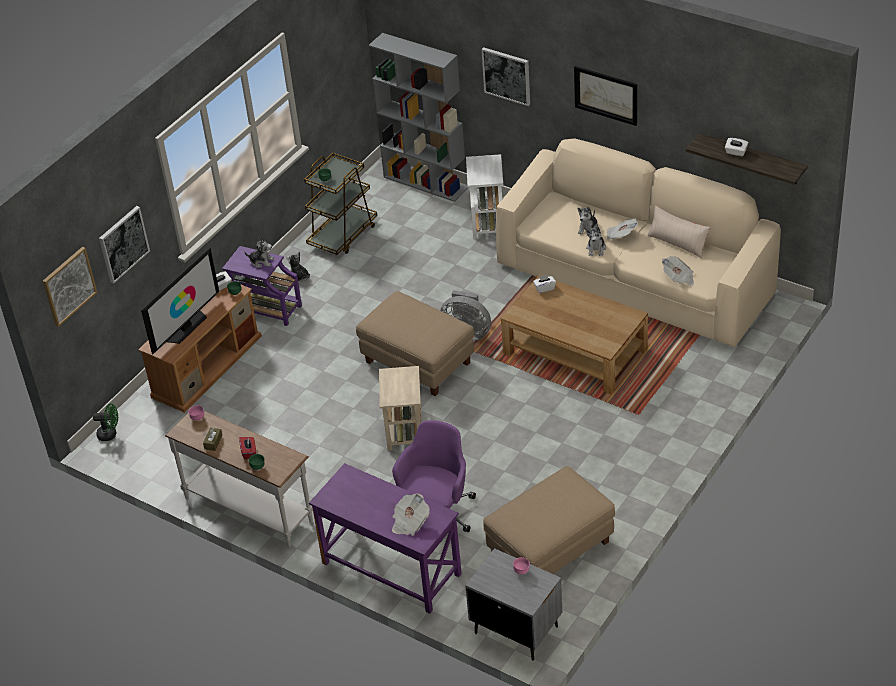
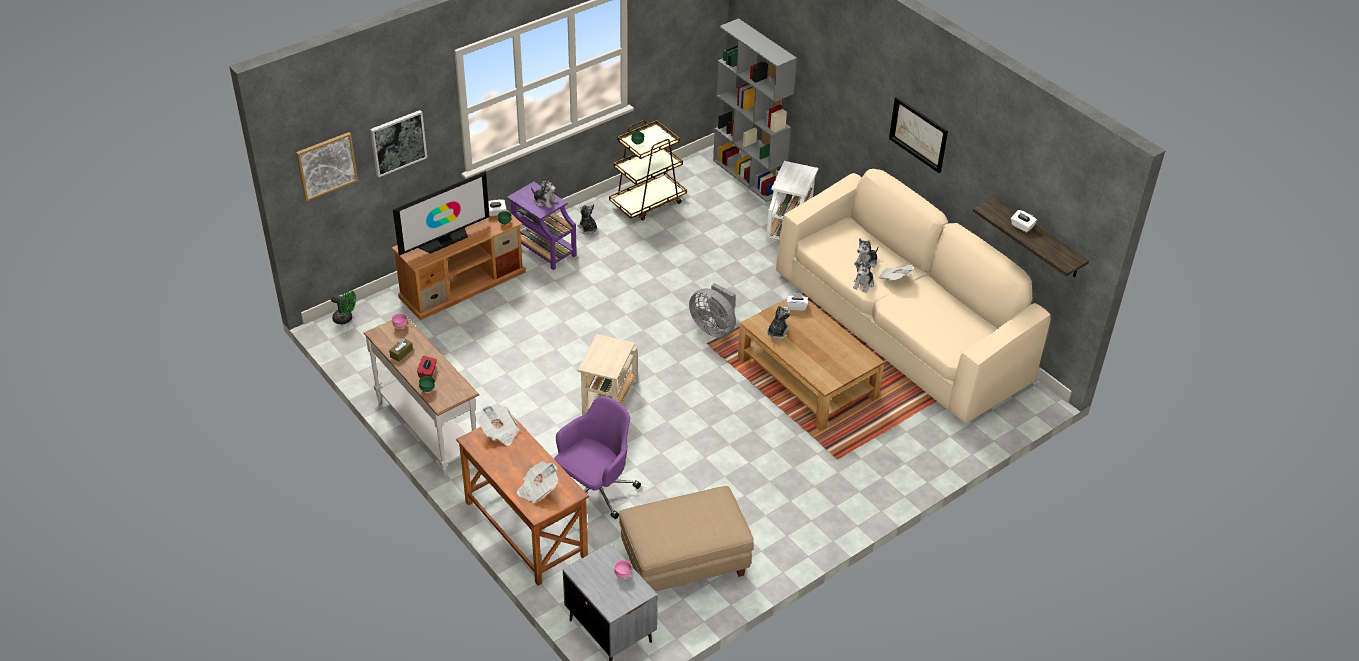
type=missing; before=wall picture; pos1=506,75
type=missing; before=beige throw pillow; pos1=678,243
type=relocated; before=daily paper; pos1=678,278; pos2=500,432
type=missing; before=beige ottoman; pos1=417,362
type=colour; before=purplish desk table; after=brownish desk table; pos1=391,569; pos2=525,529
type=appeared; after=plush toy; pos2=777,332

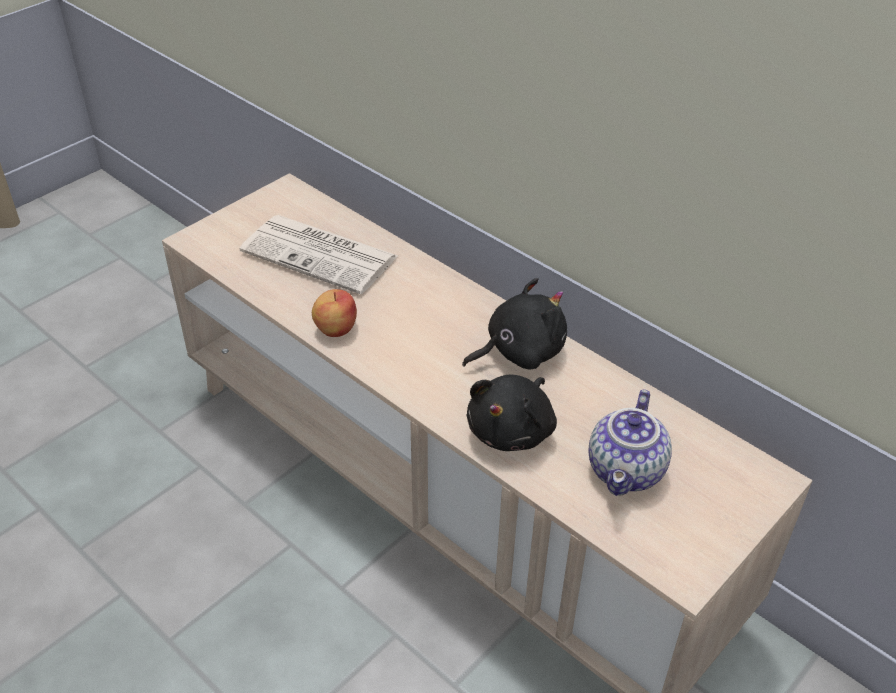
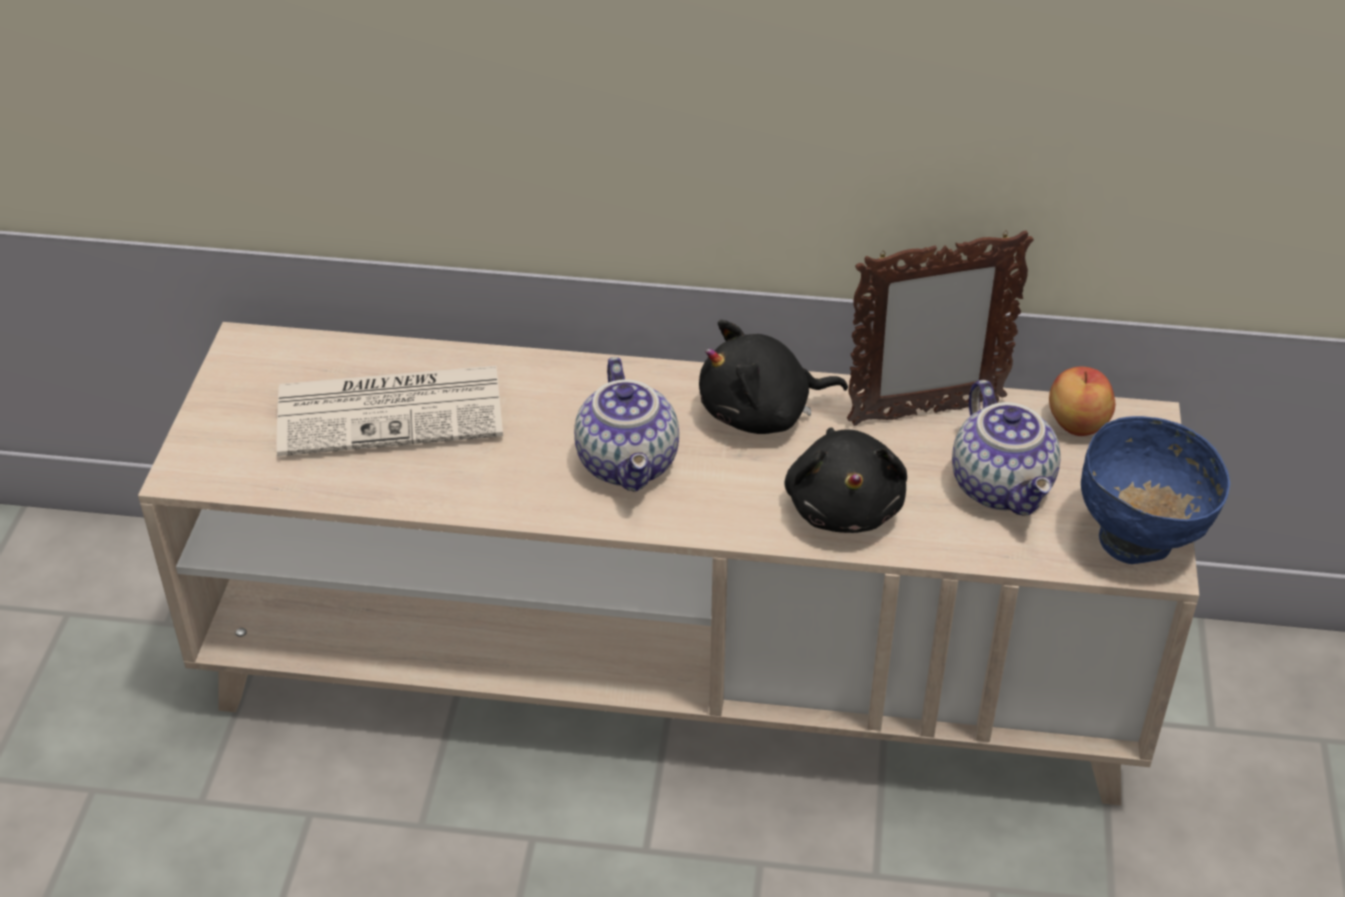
type=spun; before=blackish plush toy; pos1=519,351; pos2=762,413; turn=-135
type=relocated; before=apple; pos1=335,328; pos2=1075,424
type=appeared; after=photo frame; pos2=924,412
type=appeared; after=pot for tea; pos2=630,464
type=appeared; after=bluish bowl; pos2=1138,540

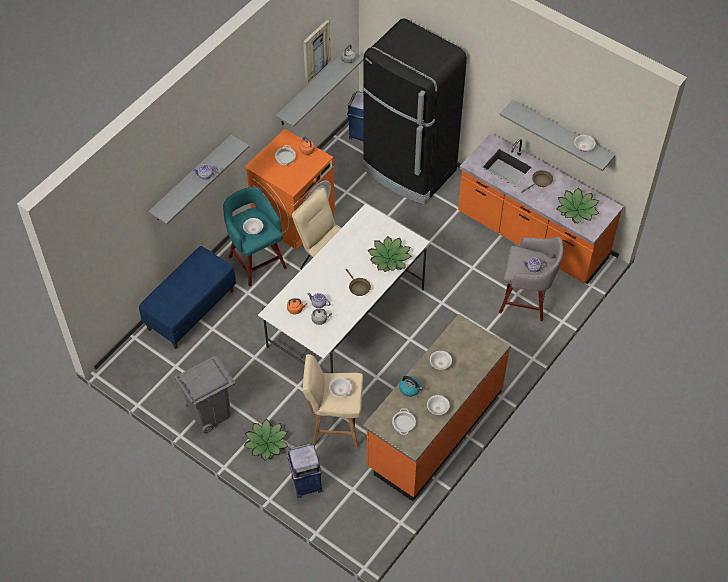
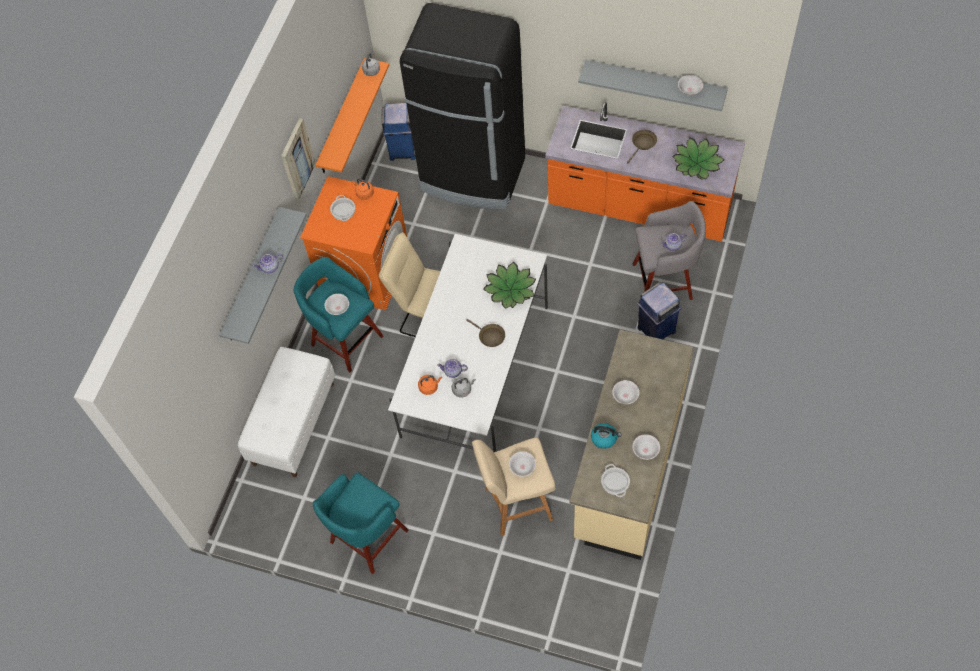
type=relocated; before=wall picture; pos1=316,50; pos2=297,159
type=colour; before=greyish bracket shelf; after=orange-coloured bracket shelf; pos1=312,88; pos2=342,118
type=colour; before=bluish bench; after=white bench; pos1=191,309; pos2=293,423
type=colour; before=orange-coloured kitchen base unit; after=beige kitchen base unit; pos1=434,429; pos2=628,466
type=exchanged; before=greyish waste bin; after=turquoise stool seat; pos1=210,412; pos2=367,538
type=missing; before=potted plant; pos1=266,443
type=relocated; before=bluish waste bin; pos1=306,483; pos2=655,330

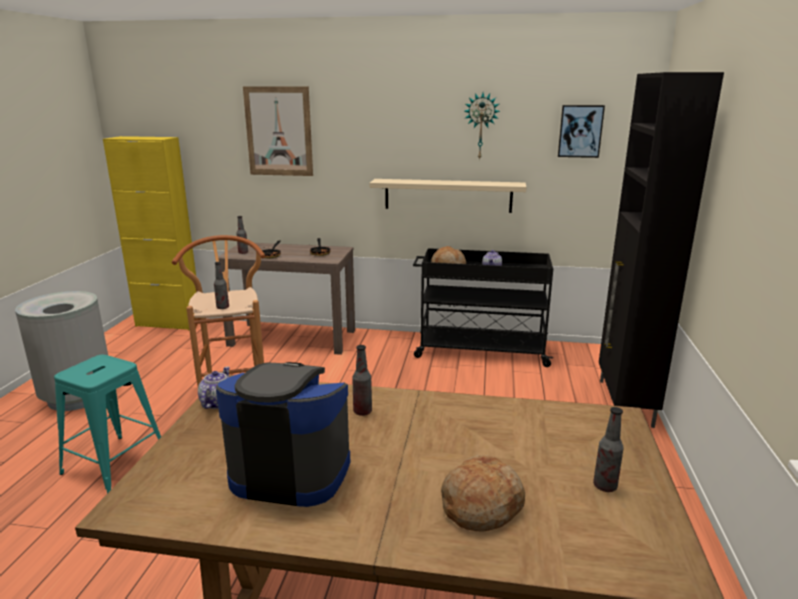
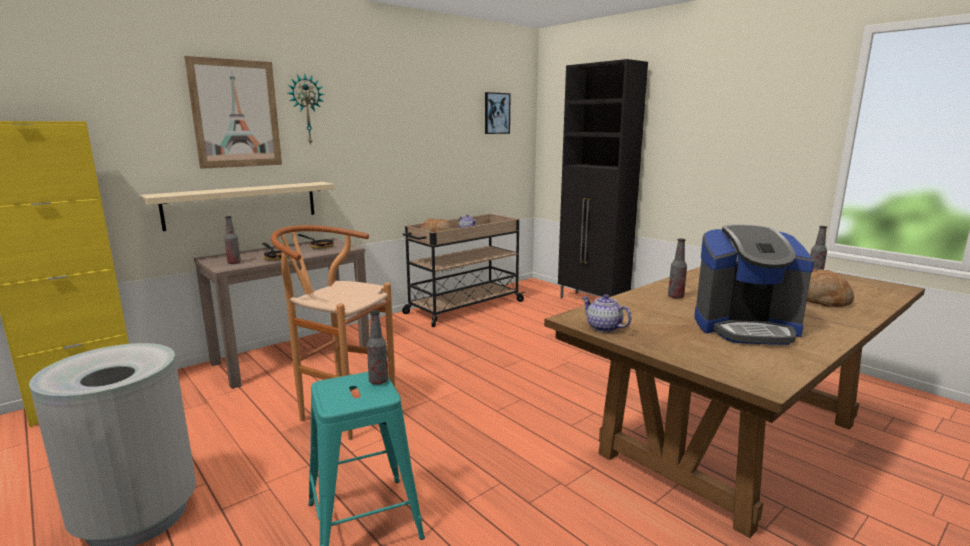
type=relocated; before=hanging clock; pos1=481,126; pos2=306,109
type=relocated; before=beige bracket shelf; pos1=448,195; pos2=242,204
type=colour; before=blackish cart; after=beige cart; pos1=479,350; pos2=463,307
type=relocated; before=drink bottle; pos1=222,307; pos2=378,381
type=spun; before=coffee machine; pos1=290,471; pos2=745,328; turn=-135

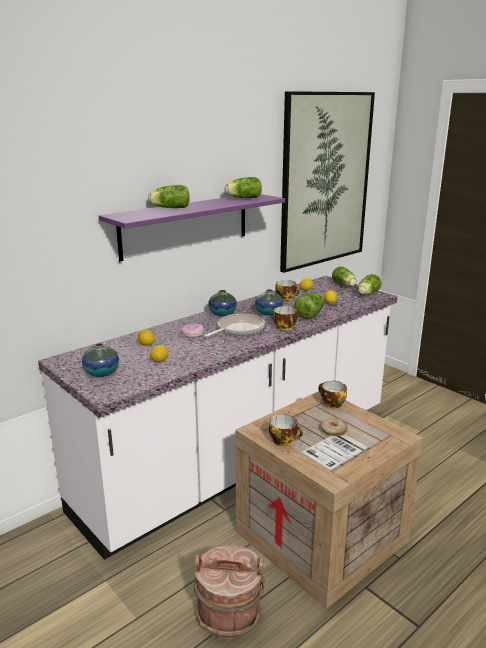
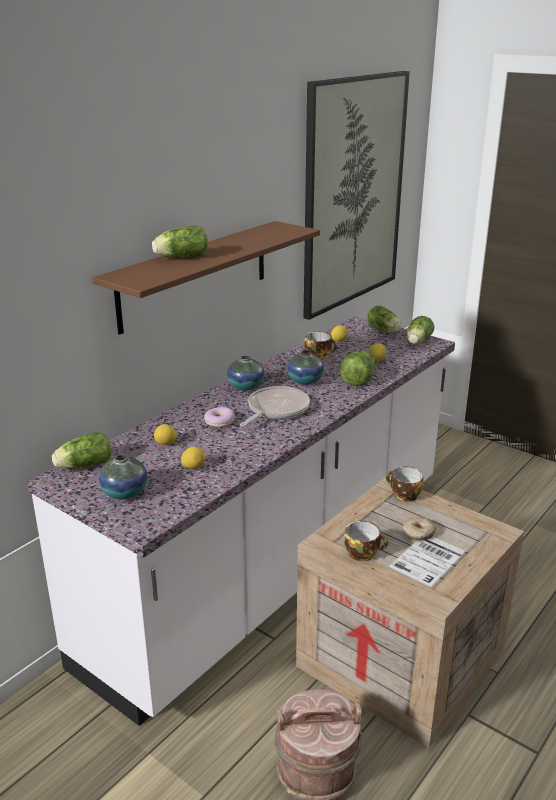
type=relocated; before=lettuce head; pos1=242,198; pos2=82,466
type=colour; before=purplish bracket shelf; after=brownish bracket shelf; pos1=185,225; pos2=195,275
type=missing; before=cup; pos1=286,328

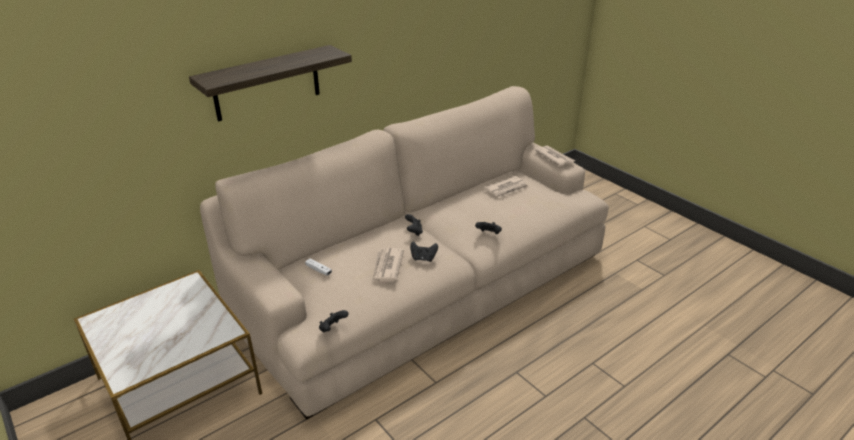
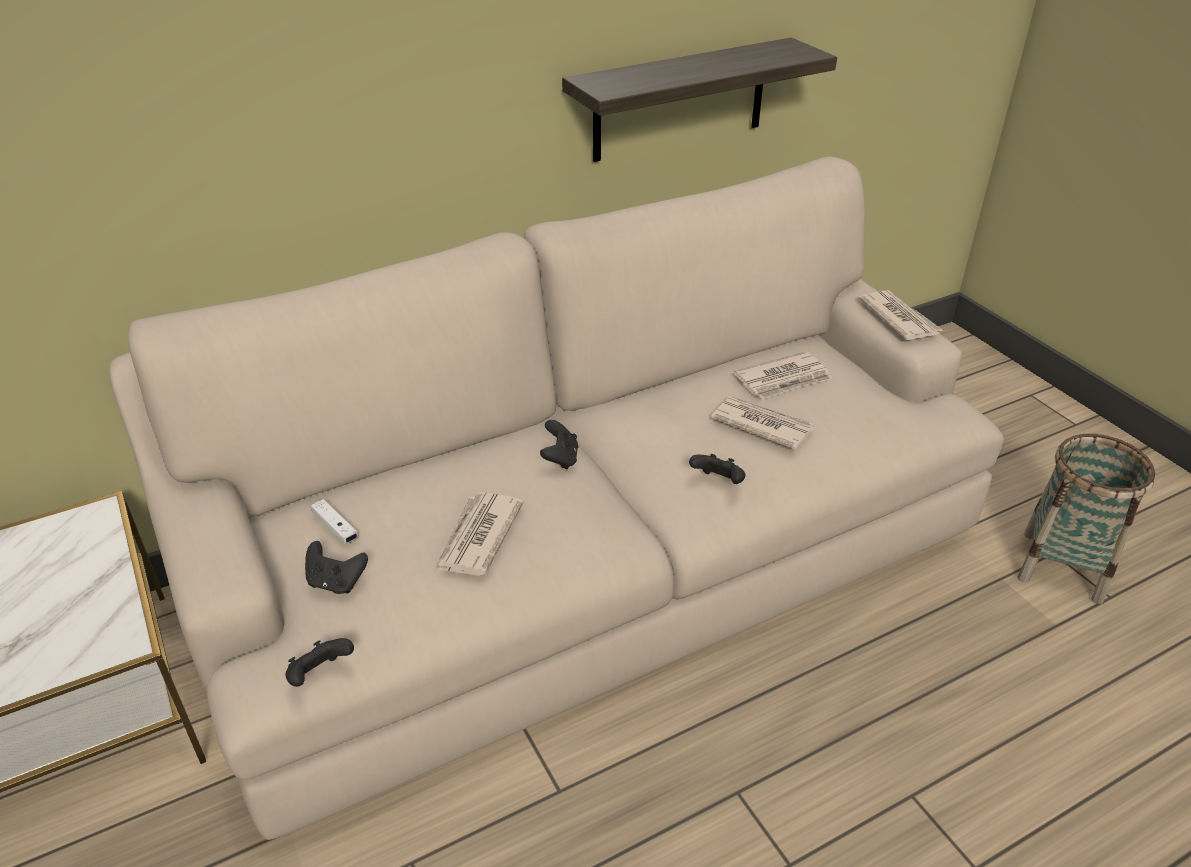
type=relocated; before=bracket shelf; pos1=267,83; pos2=680,100
type=relocated; before=blackish joypad; pos1=423,258; pos2=336,582
type=appeared; after=daily paper; pos2=761,424
type=appeared; after=basket; pos2=1061,566

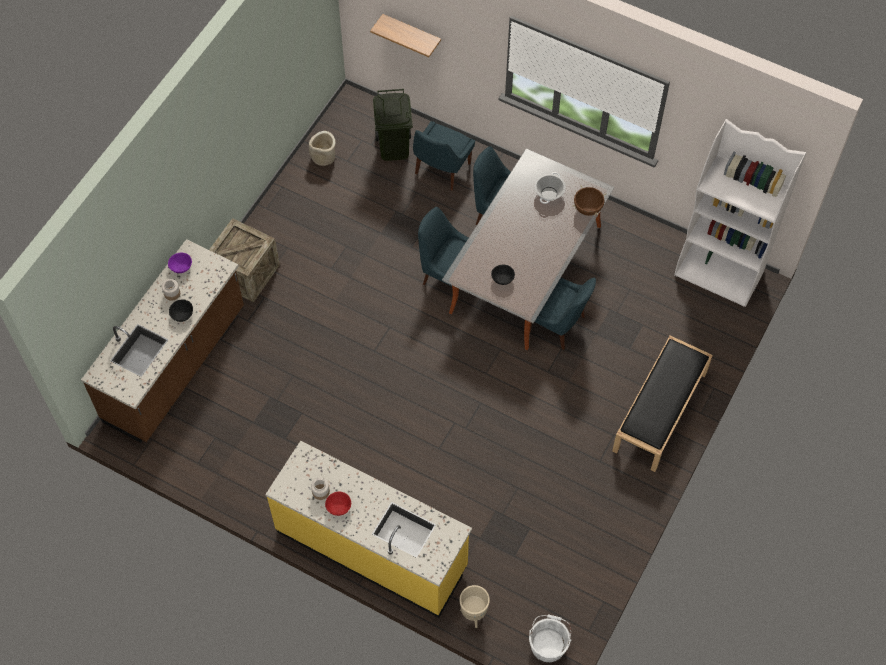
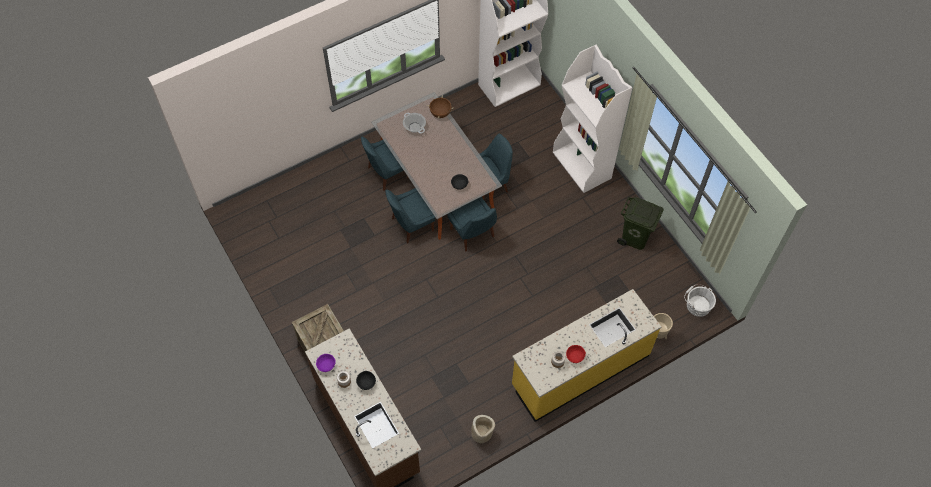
type=missing; before=bracket shelf; pos1=412,34
type=relocated; before=greenish waste bin; pos1=393,148; pos2=635,238
type=relocated; before=bluish upright chair; pos1=441,170; pos2=473,234
type=relocated; before=beige plant pot; pos1=323,157; pos2=482,433
type=exchanged; before=blackish bench; after=white bookcase; pos1=660,412; pos2=582,165

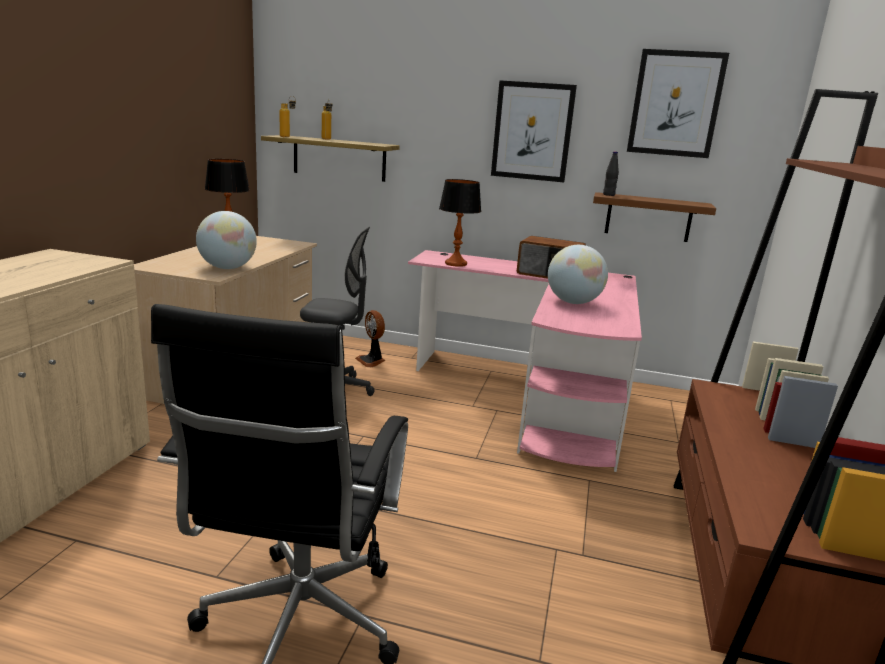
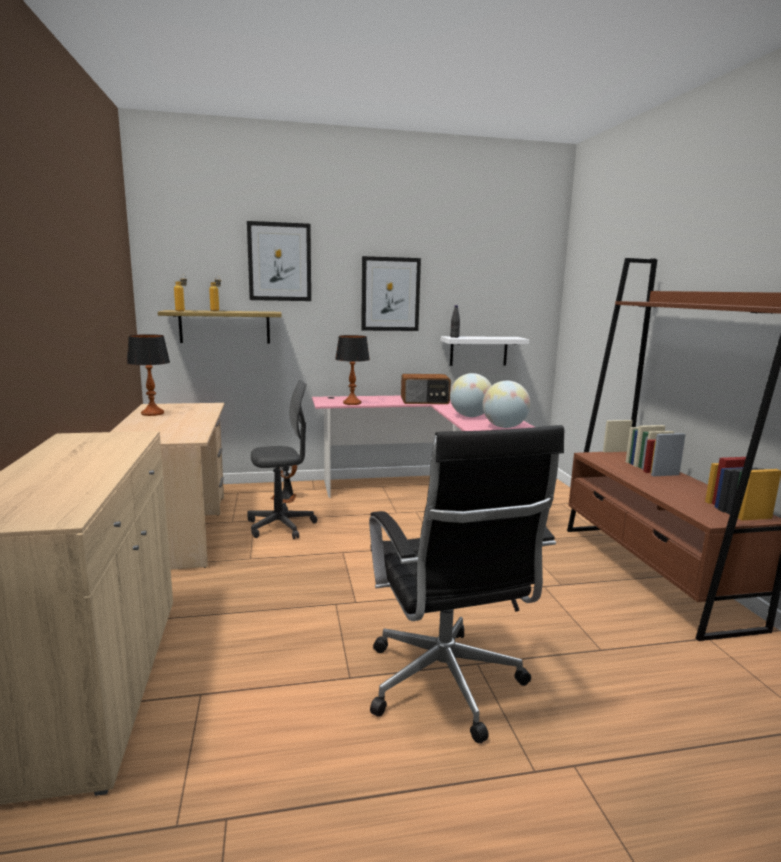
type=relocated; before=wall picture; pos1=675,104; pos2=279,262
type=colour; before=brownish bracket shelf; after=white bracket shelf; pos1=648,217; pos2=478,351
type=relocated; before=desk globe; pos1=228,268; pos2=504,427

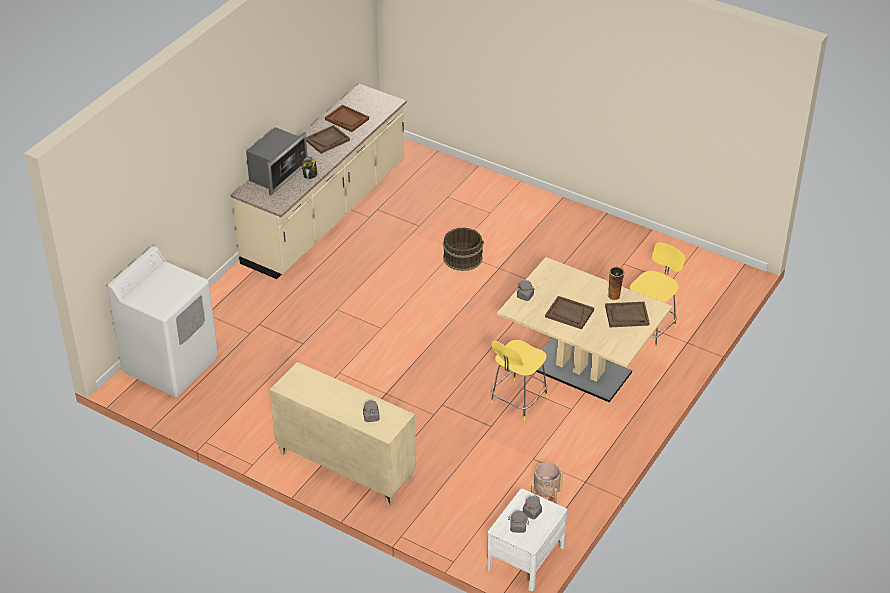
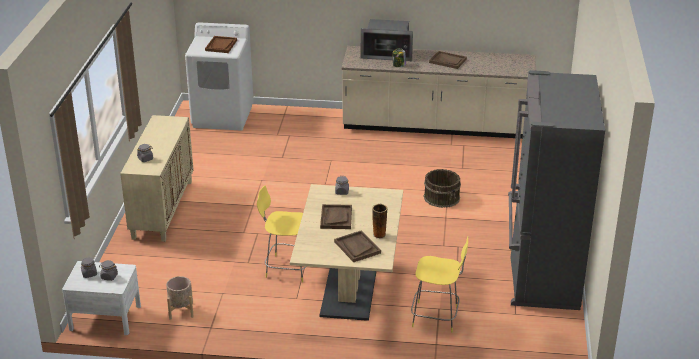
type=relocated; before=brownish tray; pos1=347,119; pos2=221,45
type=appeared; after=greyish fridge; pos2=541,276

